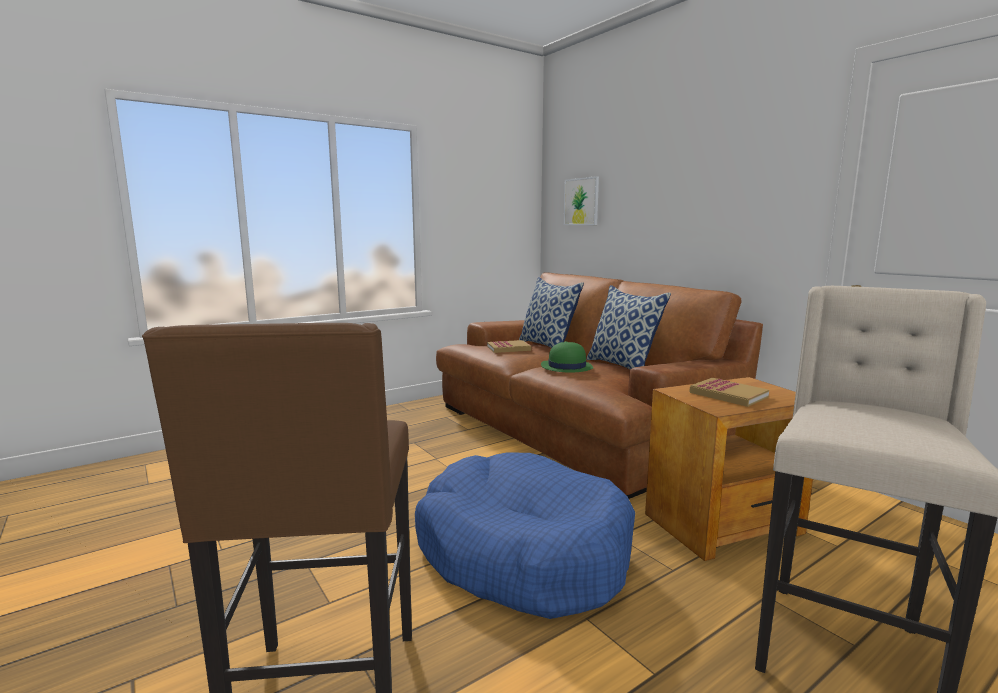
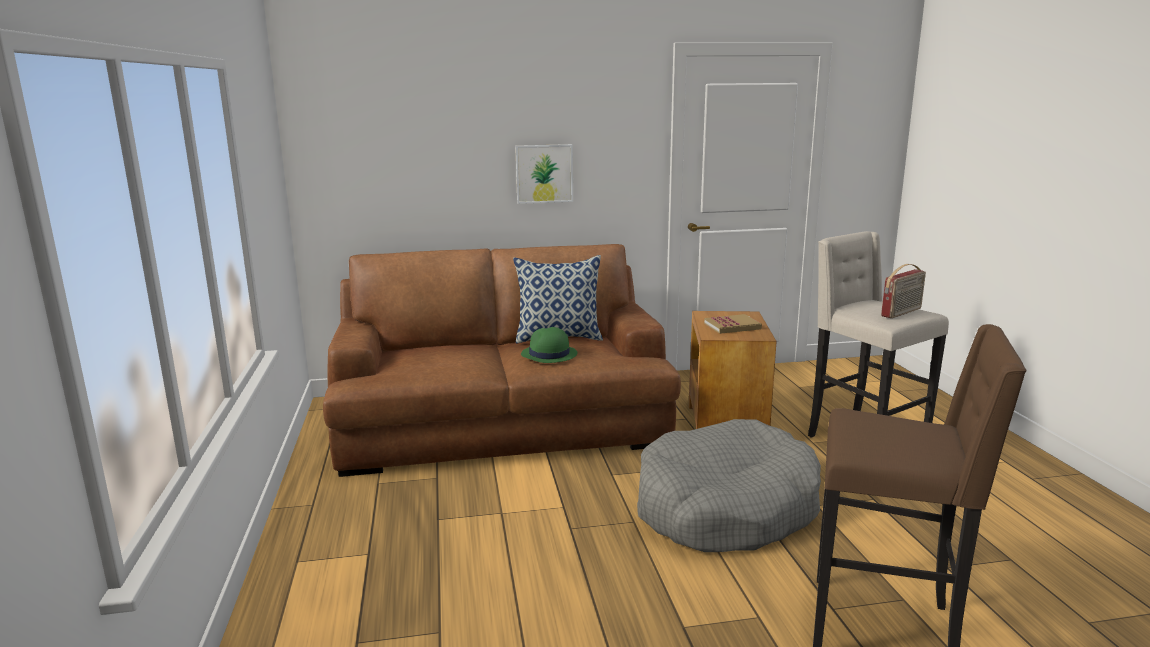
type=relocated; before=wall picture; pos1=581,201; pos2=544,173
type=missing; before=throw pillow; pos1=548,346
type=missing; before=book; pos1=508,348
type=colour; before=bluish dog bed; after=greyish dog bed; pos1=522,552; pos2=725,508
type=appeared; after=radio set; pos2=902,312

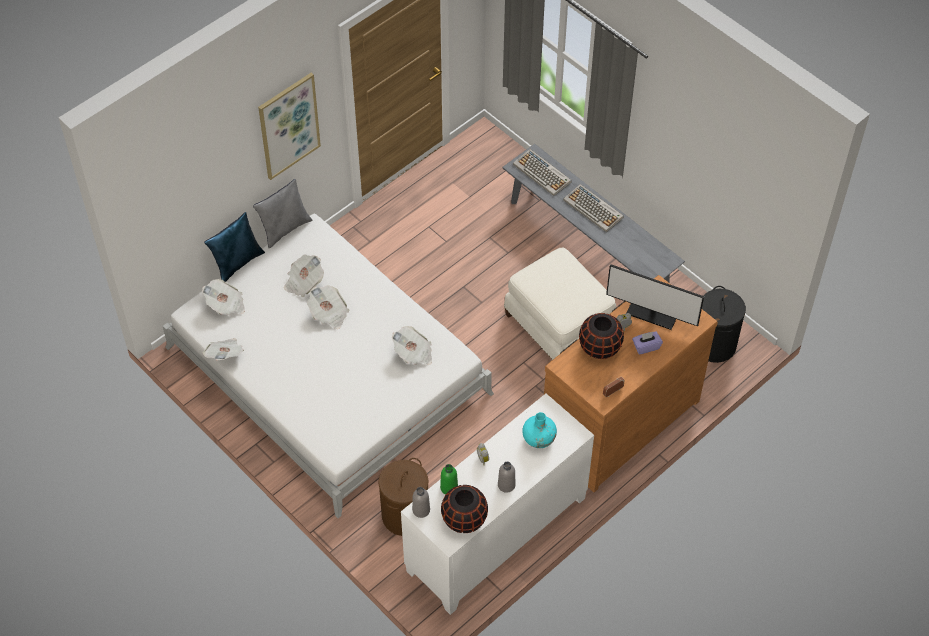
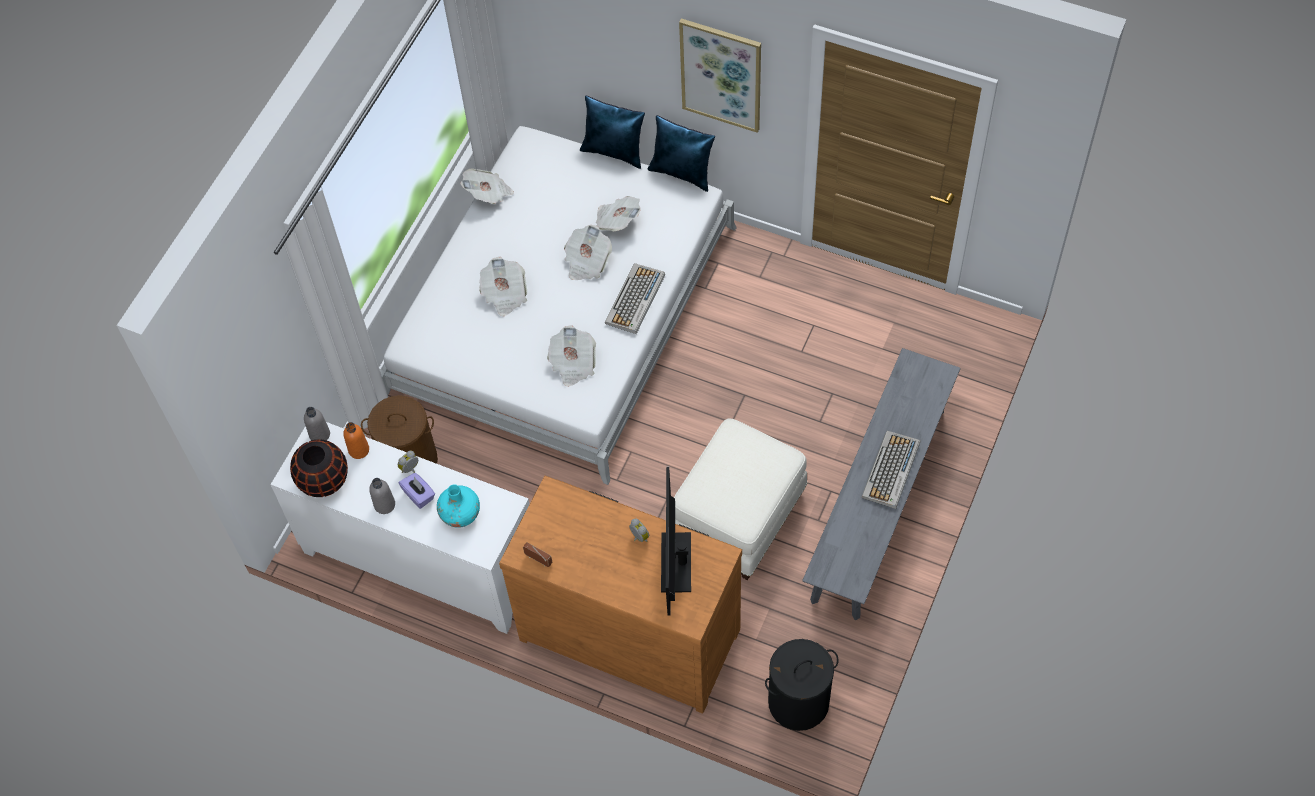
type=relocated; before=keyboard; pos1=542,173; pos2=635,300
type=colour; before=greyish throw pillow; after=bluish throw pillow; pos1=285,229; pos2=682,172
type=relocated; before=daily paper; pos1=226,305; pos2=504,294
type=missing; before=blackish flower vase; pos1=600,347
type=relocated; before=purplish tissue holder; pos1=646,346; pos2=419,495
type=colour; before=greenish drink bottle; after=orange-coloured drink bottle; pos1=449,487; pos2=359,450

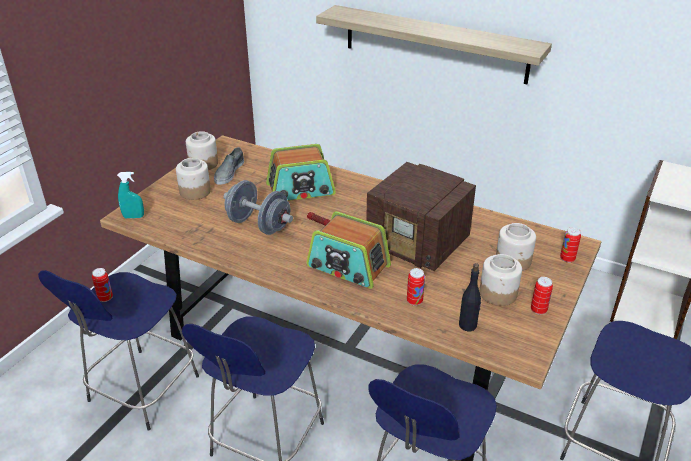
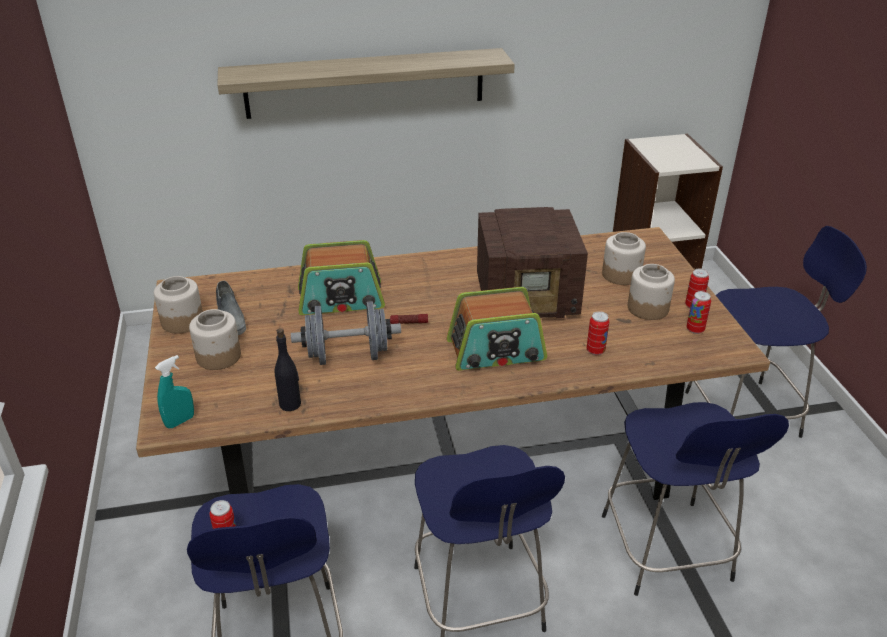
type=spun; before=radio set; pos1=300,190; pos2=341,299; turn=45
type=relocated; before=sealed can; pos1=567,259; pos2=695,329
type=relocated; before=blackish drink bottle; pos1=468,325; pos2=290,404

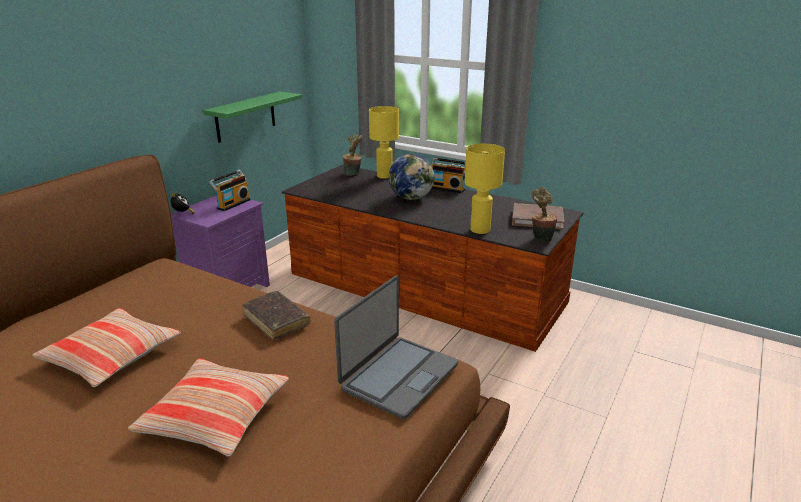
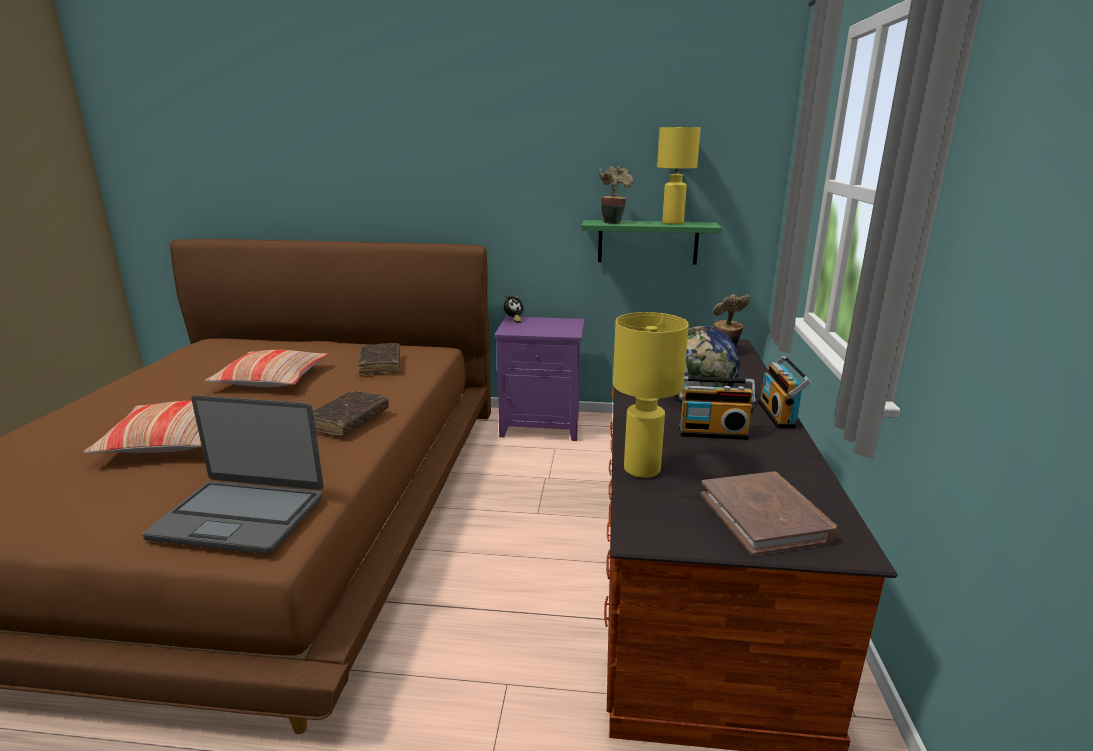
type=relocated; before=yellow table lamp; pos1=385,176; pos2=673,223
type=relocated; before=radio set; pos1=232,204; pos2=712,432
type=relocated; before=potted plant; pos1=541,238; pos2=612,222
type=appeared; after=brownish book; pos2=380,365

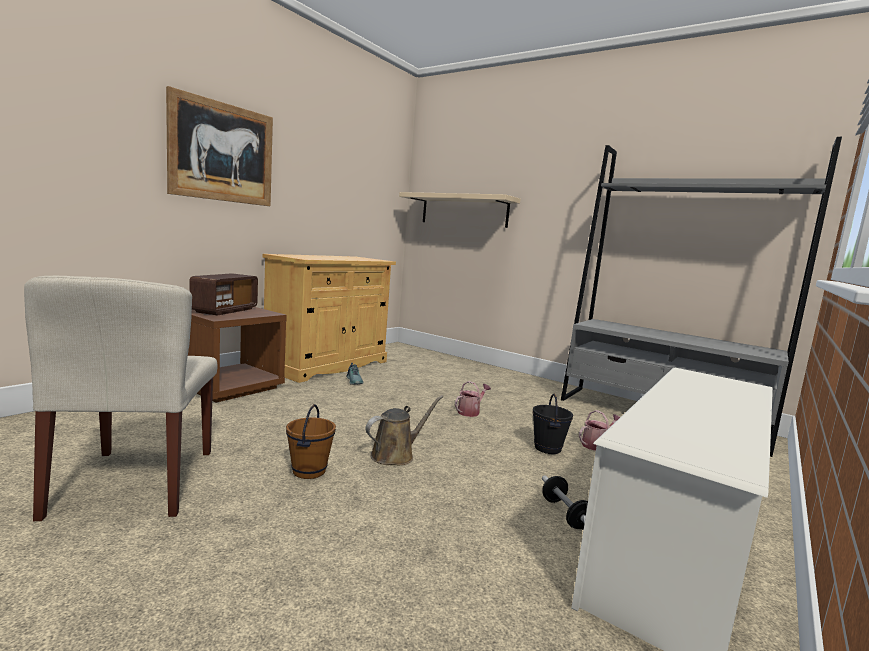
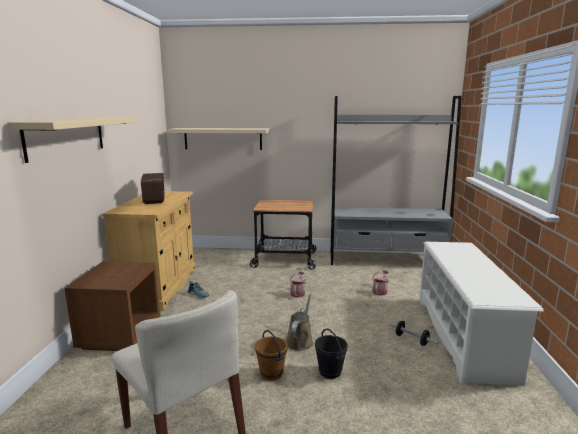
type=exchanged; before=wall picture; after=beige bracket shelf; pos1=222,152; pos2=66,137
type=relocated; before=radio set; pos1=225,310; pos2=154,199
type=relocated; before=blackish water bucket; pos1=548,448; pos2=330,372
type=appeared; after=cart; pos2=284,259

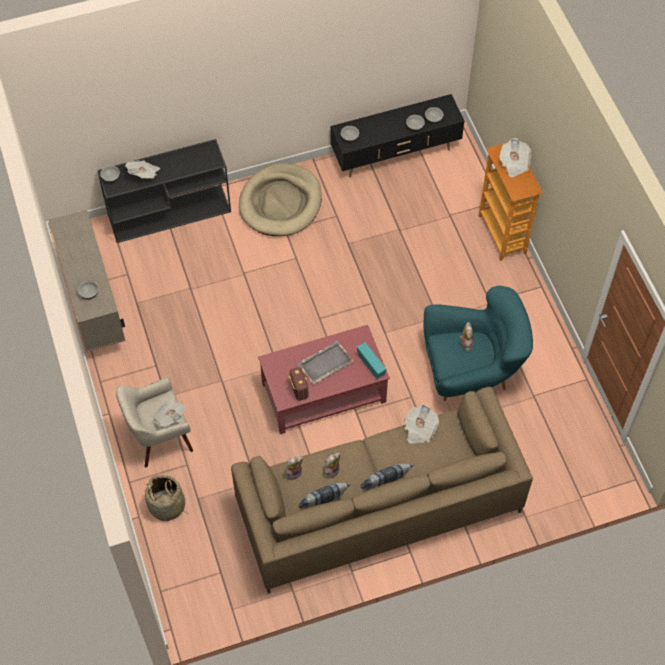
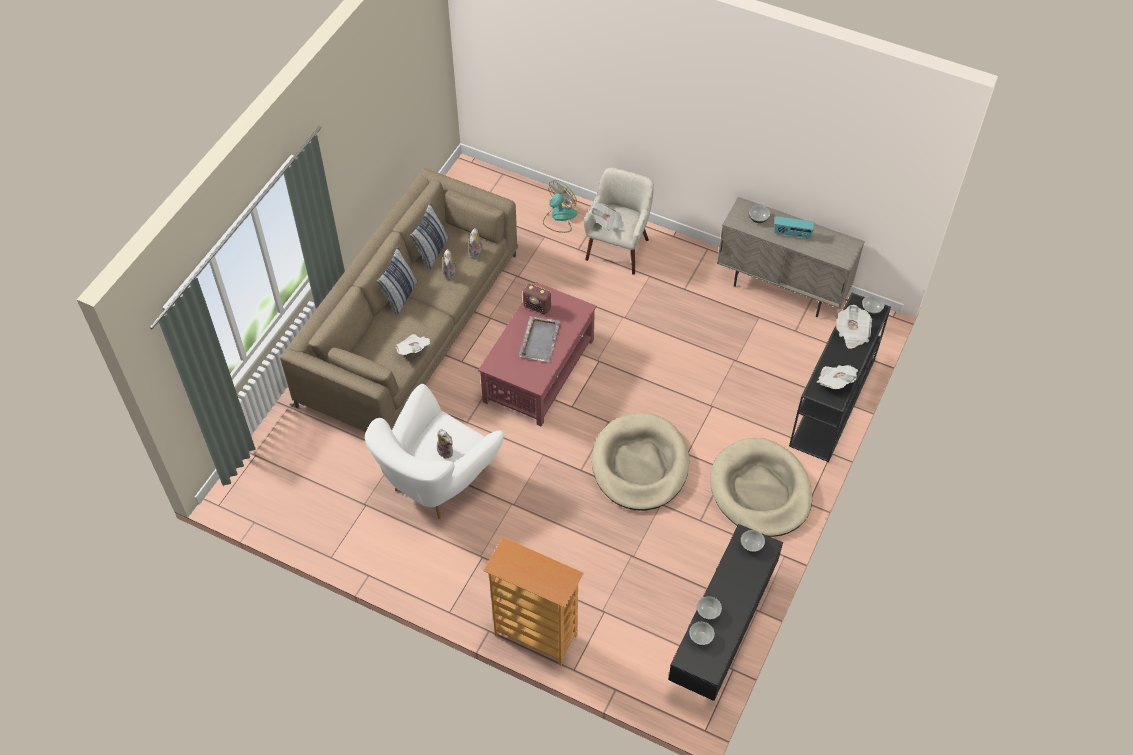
type=relocated; before=daily paper; pos1=514,163; pos2=835,381
type=colour; before=turquoise easy chair; after=white easy chair; pos1=471,372; pos2=437,481
type=relocated; before=radio set; pos1=371,365; pos2=792,234
type=exchanged; before=basket; after=fan; pos1=167,506; pos2=559,217
type=appeared; after=beige dog bed; pos2=640,465

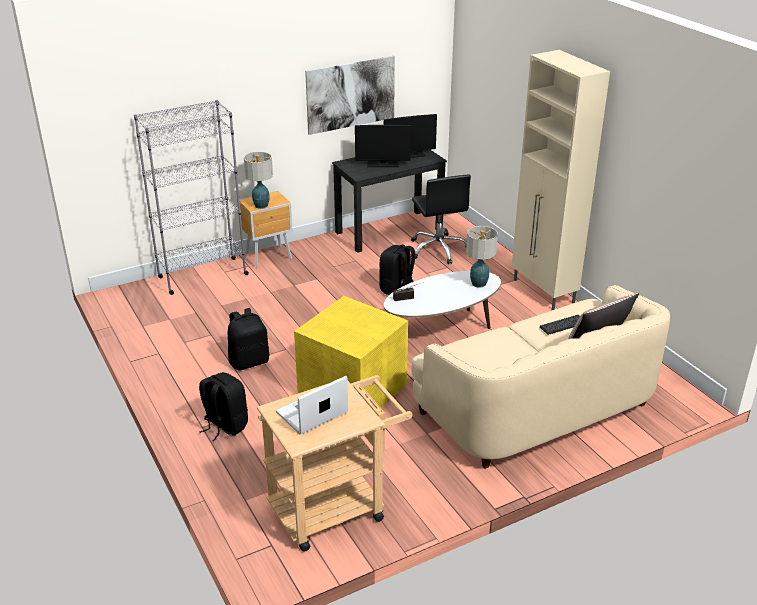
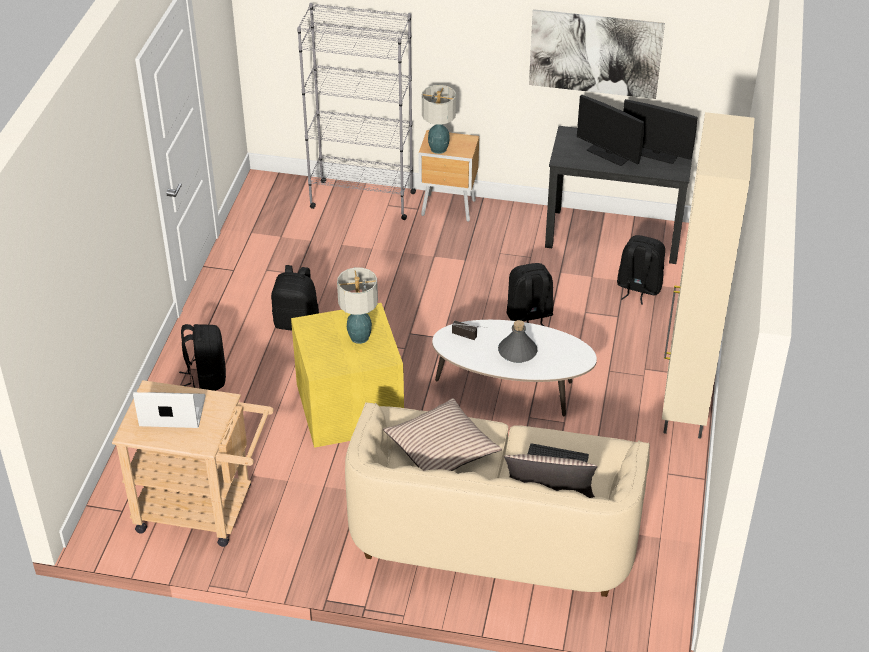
type=exchanged; before=blackish computer chair; after=blackish rucksack; pos1=438,249; pos2=638,288
type=relocated; before=table lamp; pos1=478,283; pos2=360,337
type=appeared; after=greyish drink bottle; pos2=517,351
type=appeared; after=throw pillow; pos2=442,449

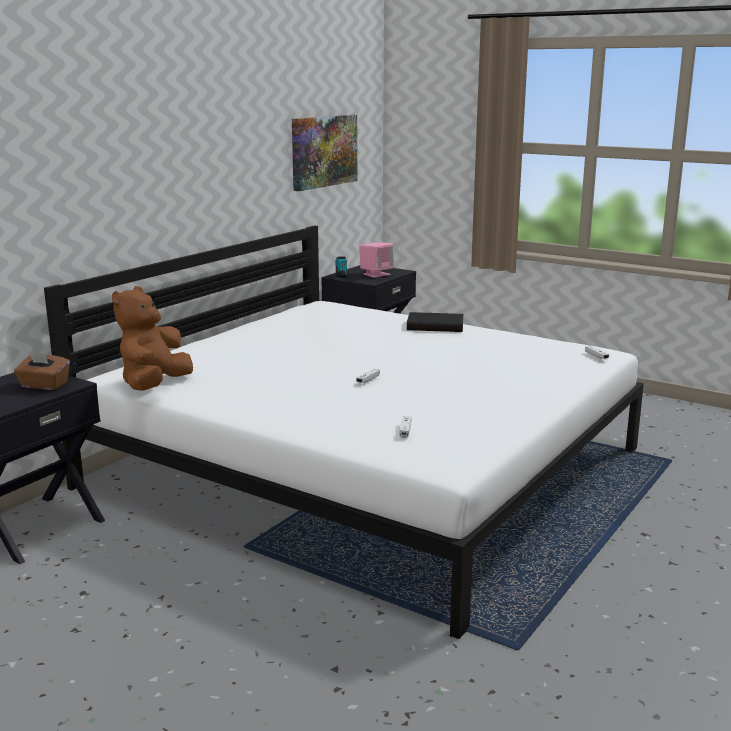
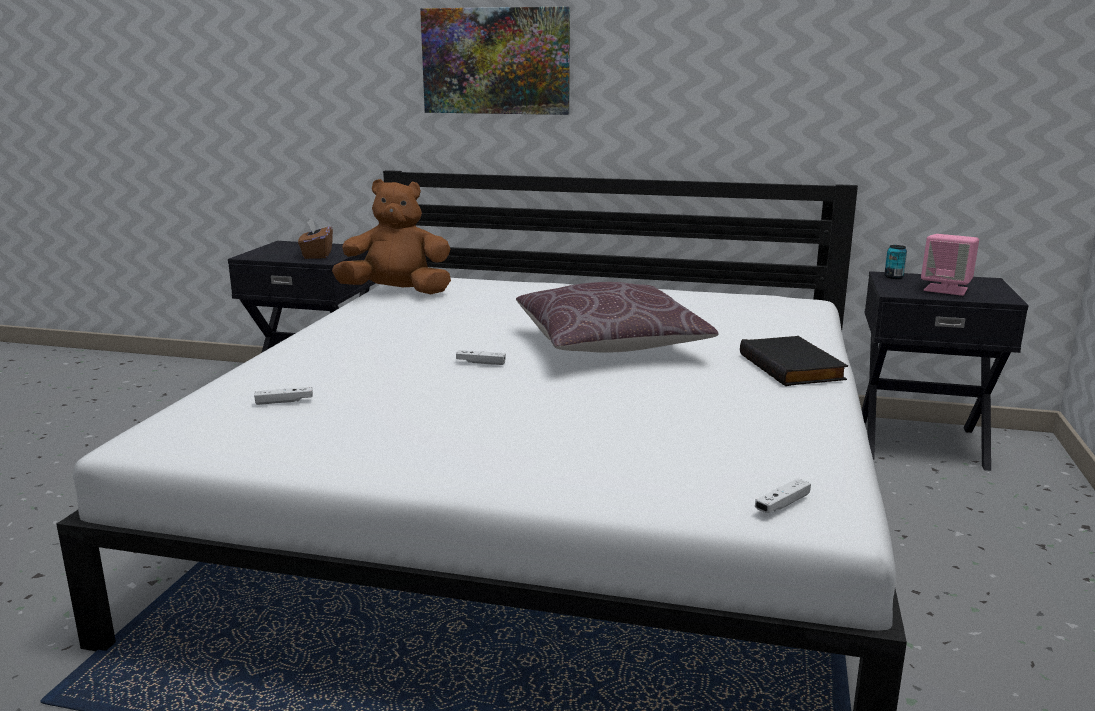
type=relocated; before=wall picture; pos1=323,151; pos2=496,61
type=appeared; after=brownish throw pillow; pos2=609,344

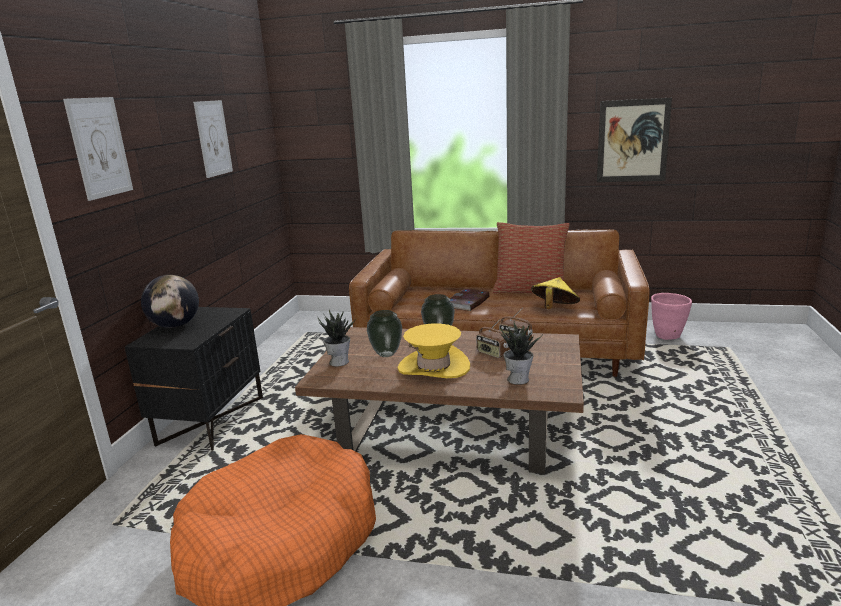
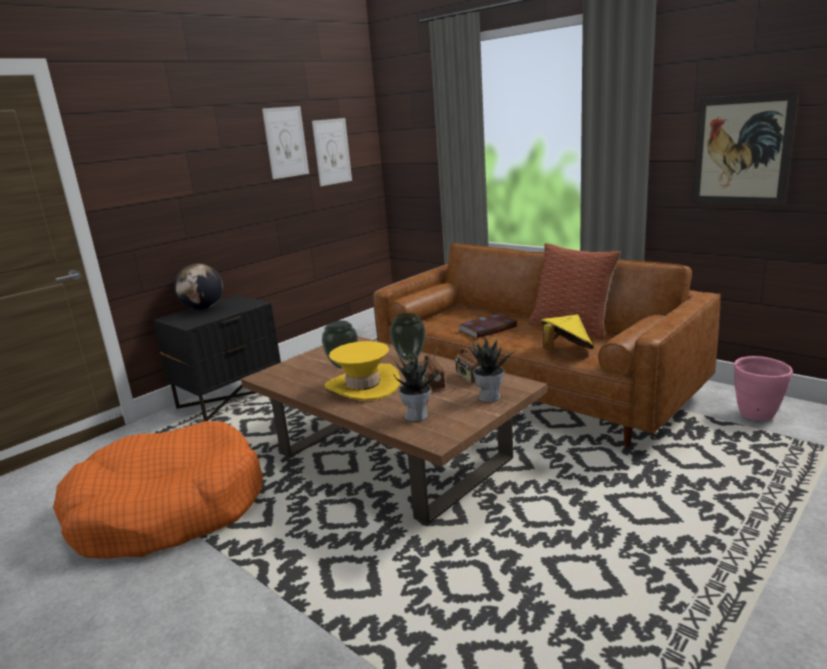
type=relocated; before=wall picture; pos1=99,147; pos2=332,151
type=relocated; before=potted plant; pos1=339,361; pos2=489,396

